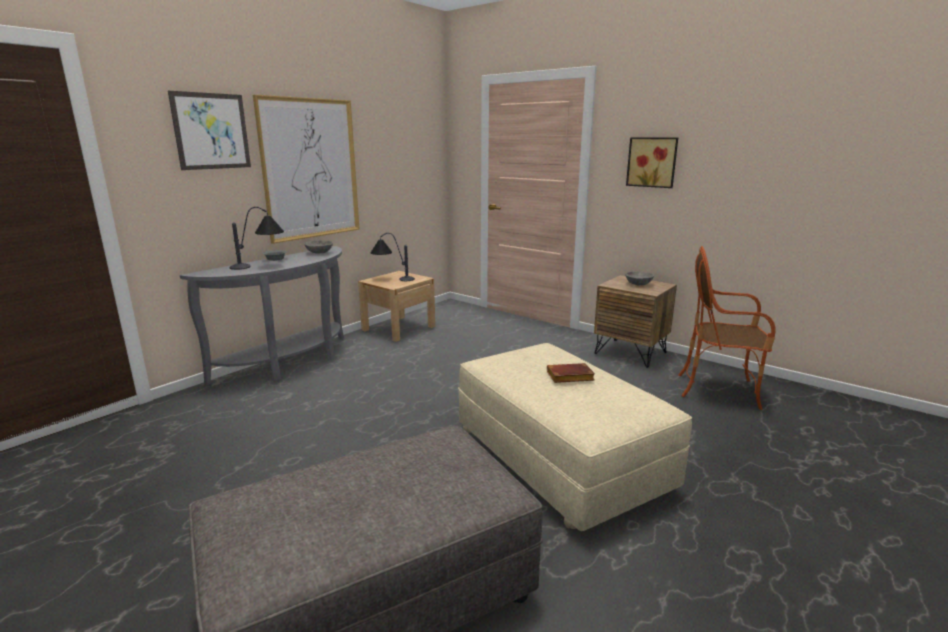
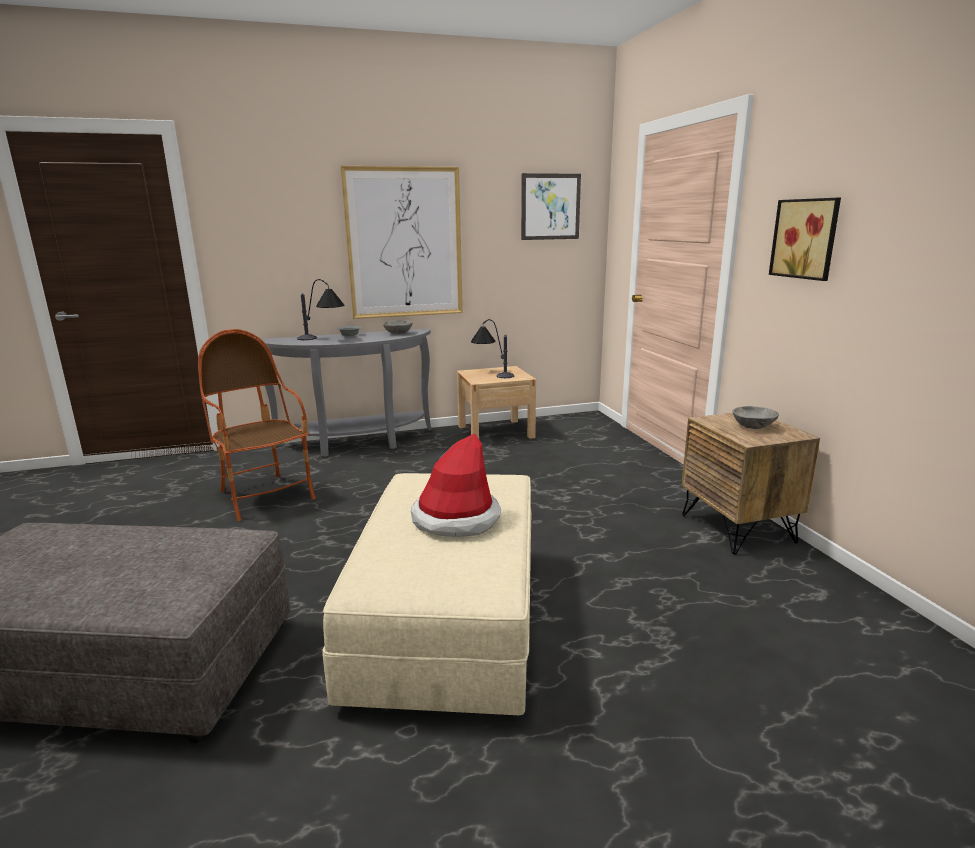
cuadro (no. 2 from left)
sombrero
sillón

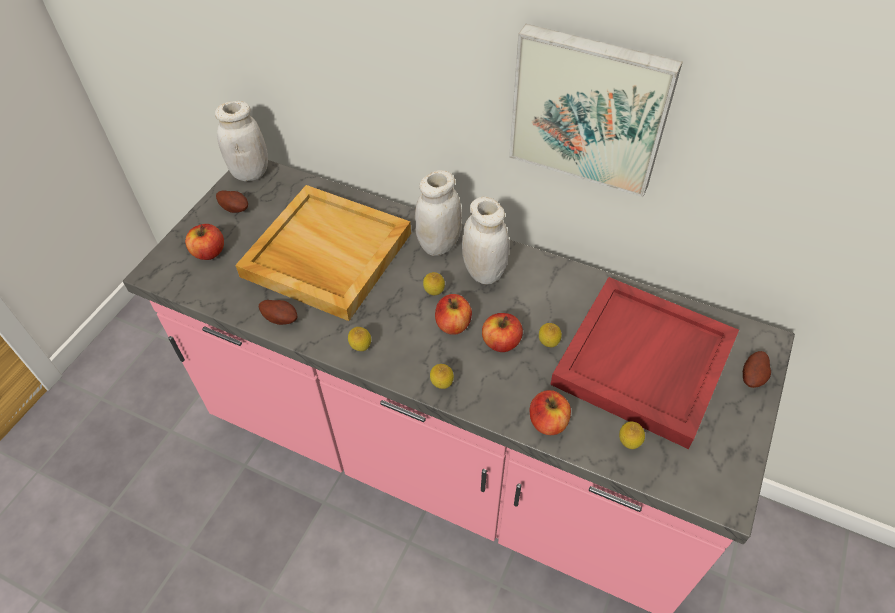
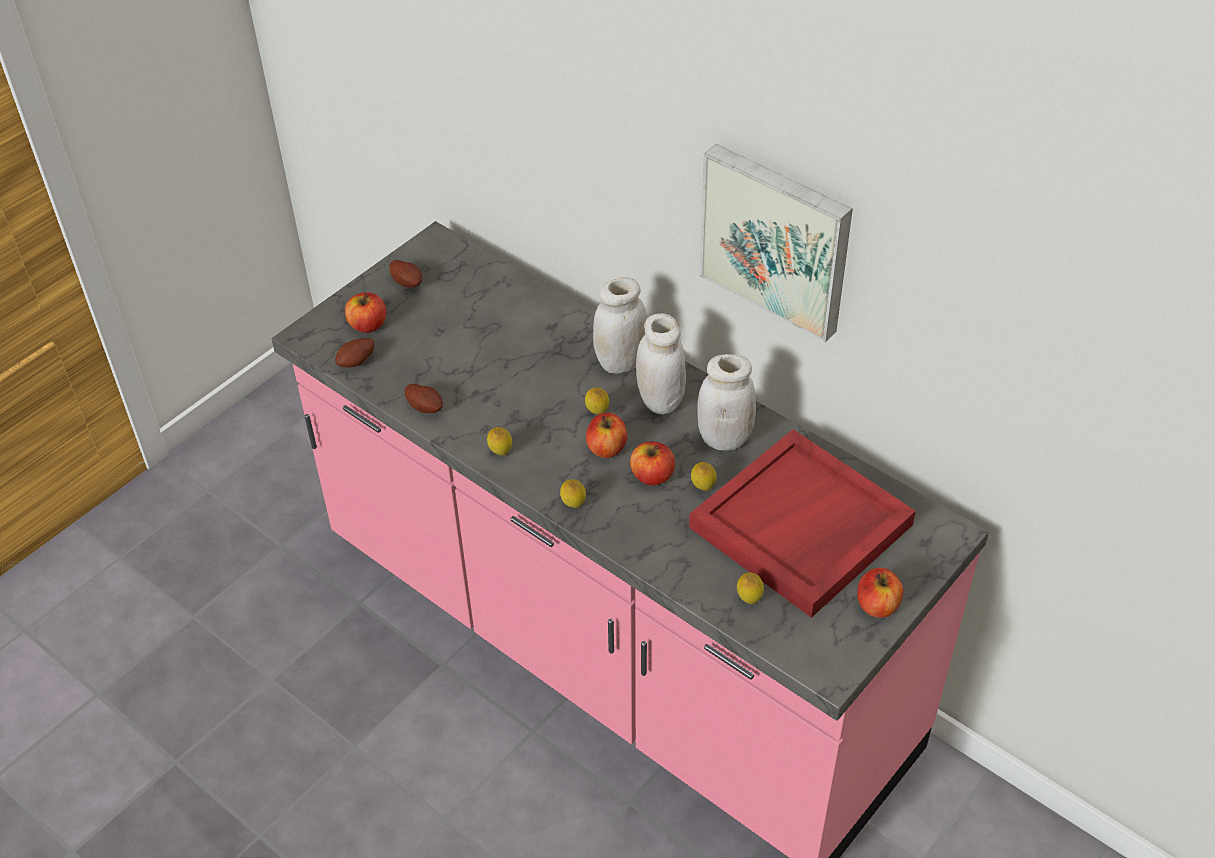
tarro (blanco) (no. 3 from left)
bandeja (beis)
manzana (no. 4 from left)
patata (no. 1 from left)

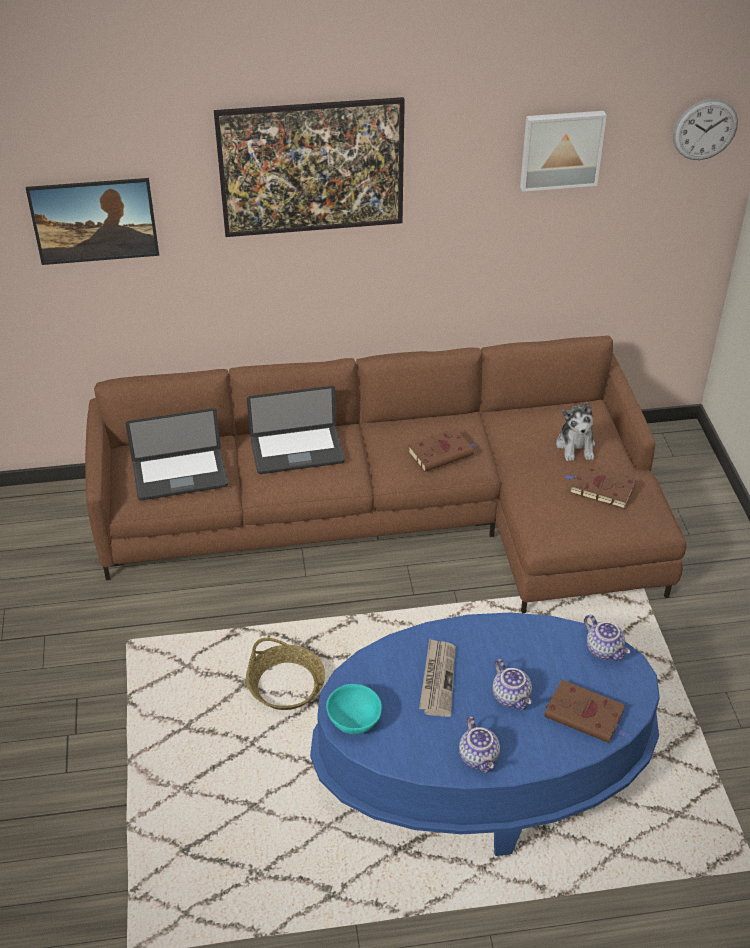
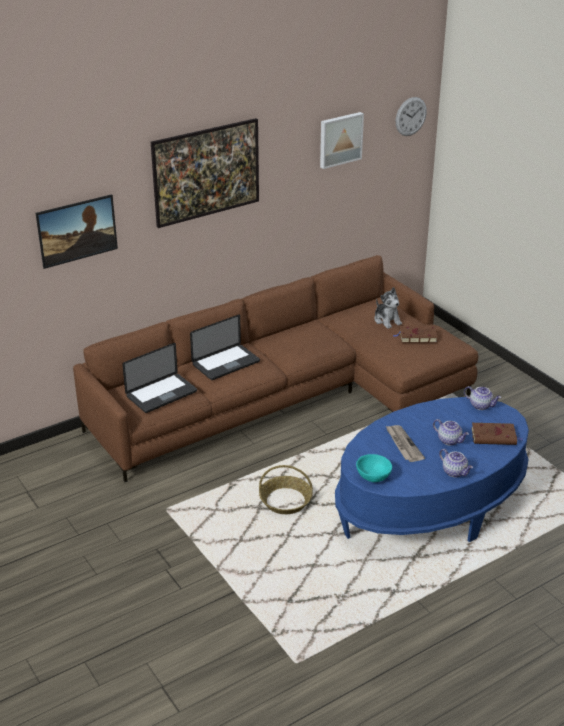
libro (marrón) (no. 1 from left in the first image)

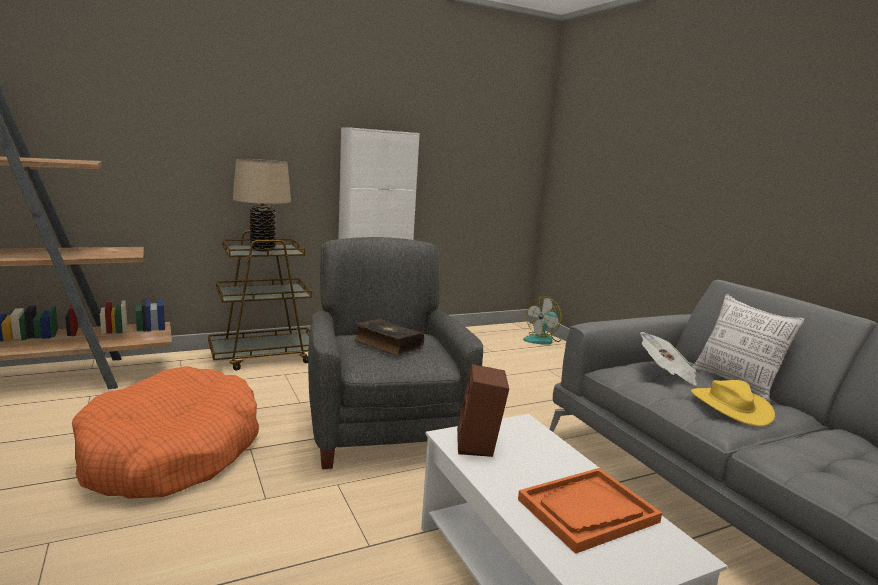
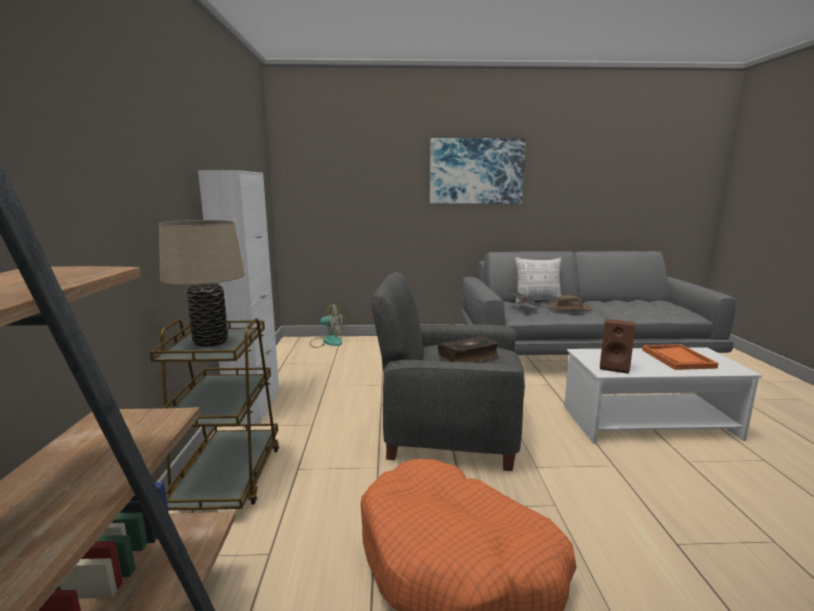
ventilador
sombrero (marrón)
cuadro

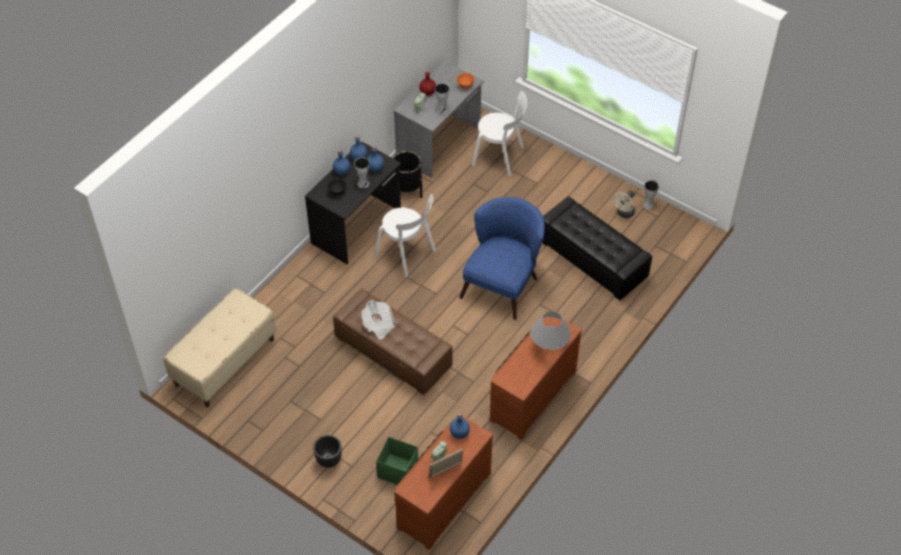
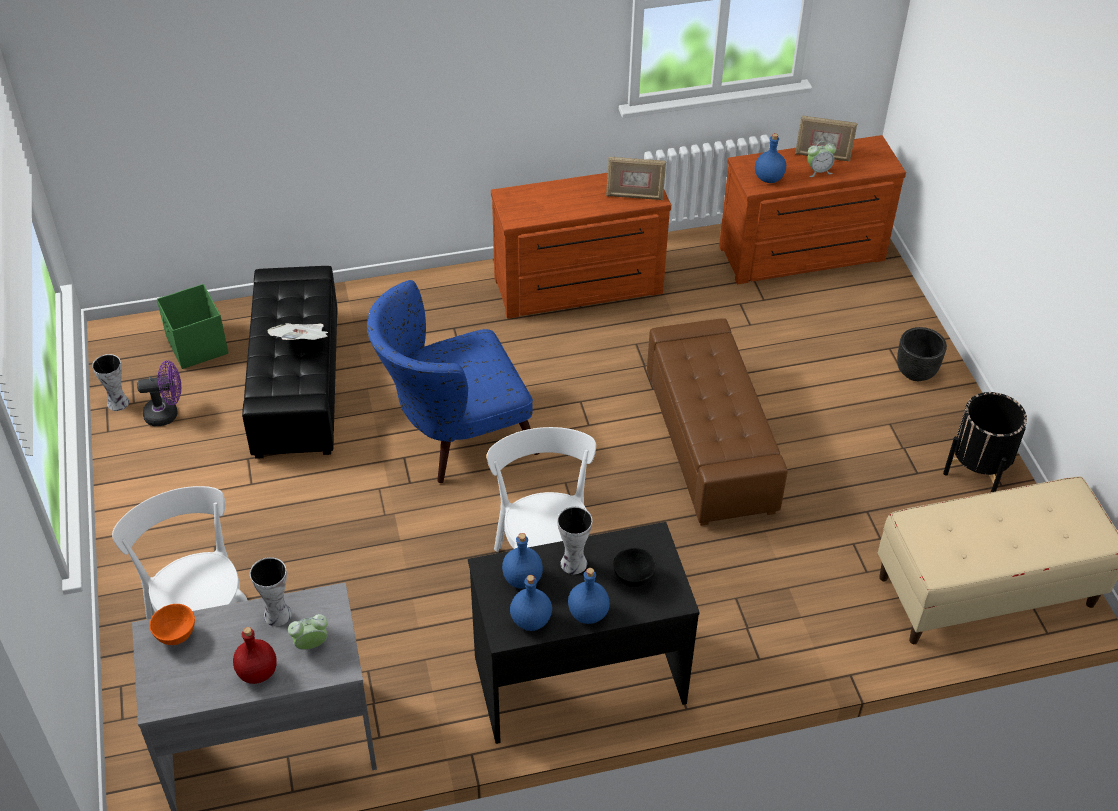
periódico
caja de almacenaje (verde)
maceta (negro) (no. 2 from left)
lámpara de mesa (gris)
ventilador (morado)
portarretratos (no. 1 from left)

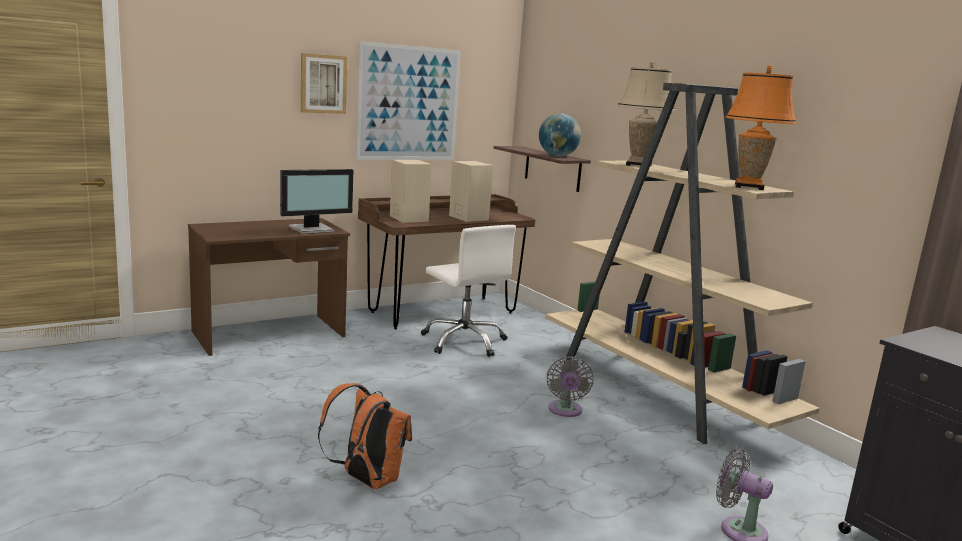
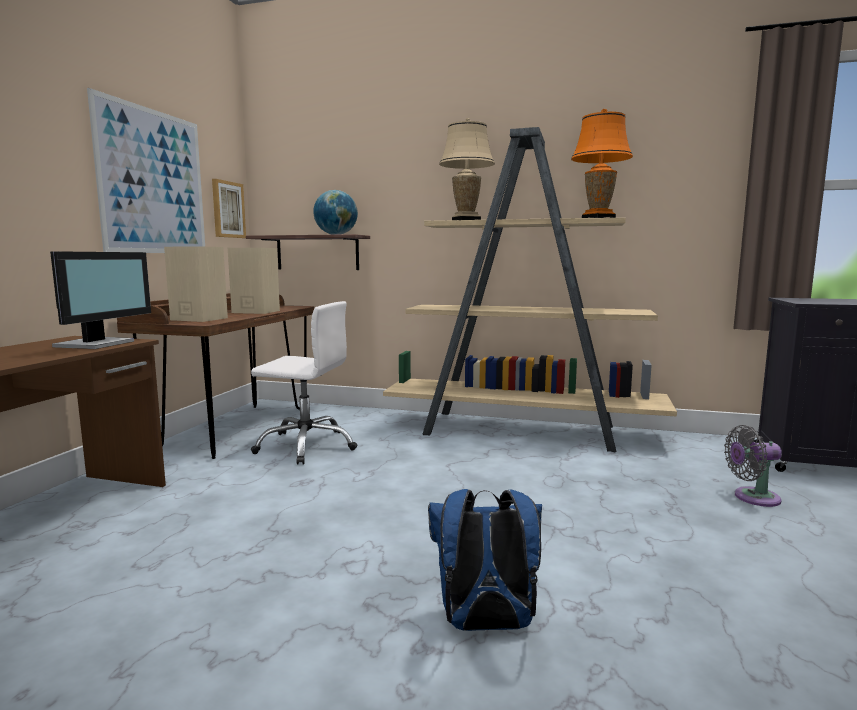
cuadro (no. 2 from left)
mochila (azul)
ventilador (gris) (no. 1 from left in the first image)

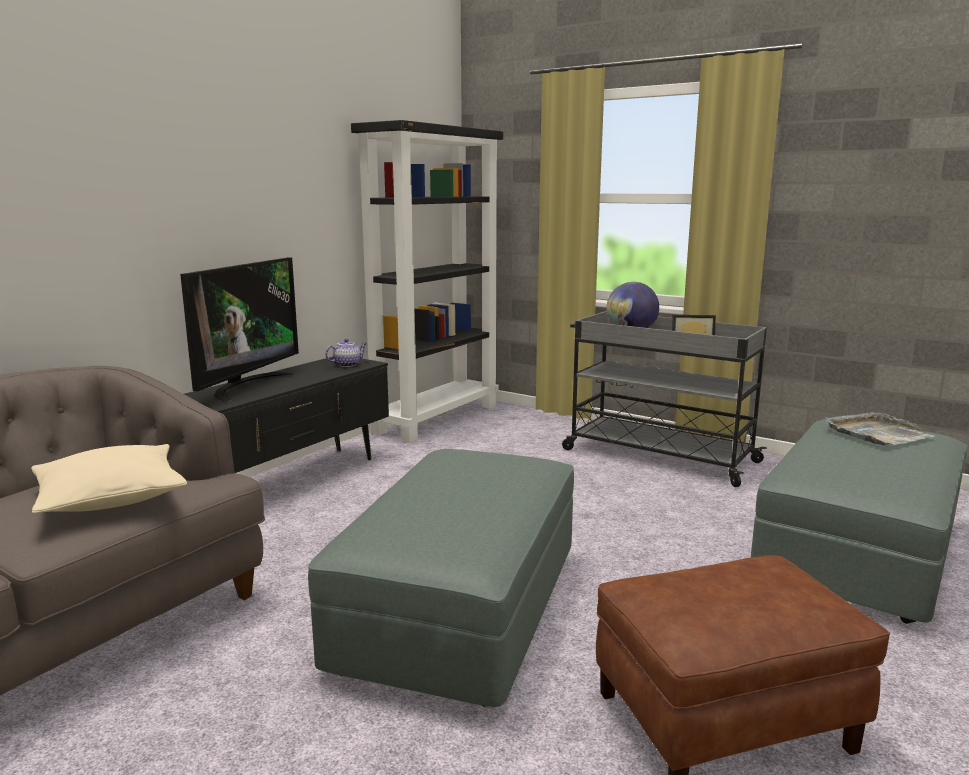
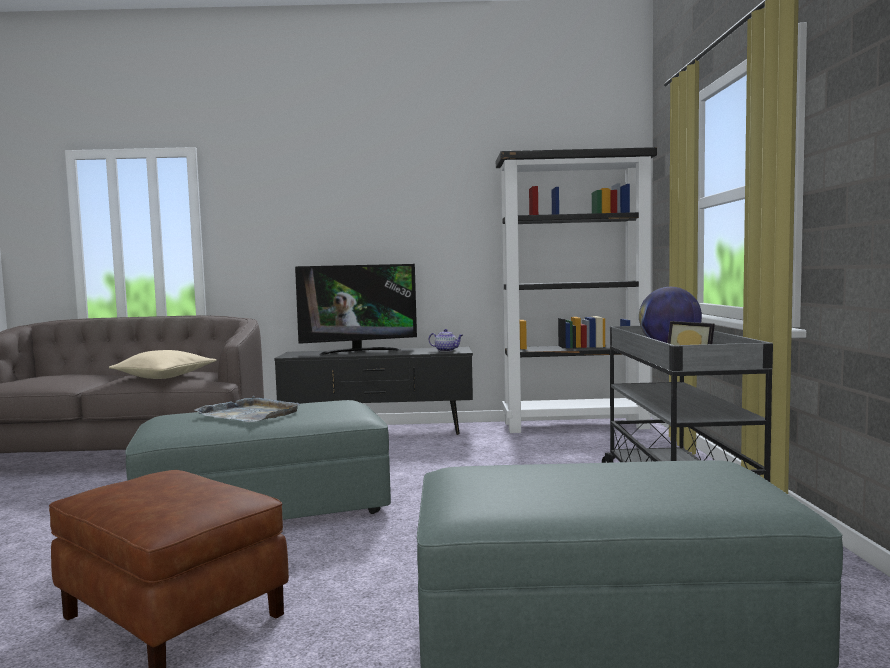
bandeja (gris)

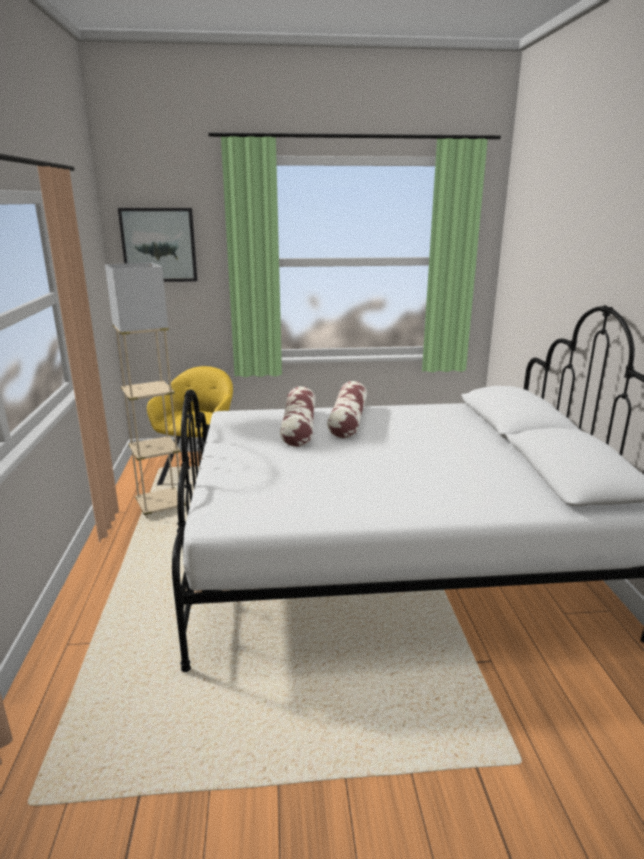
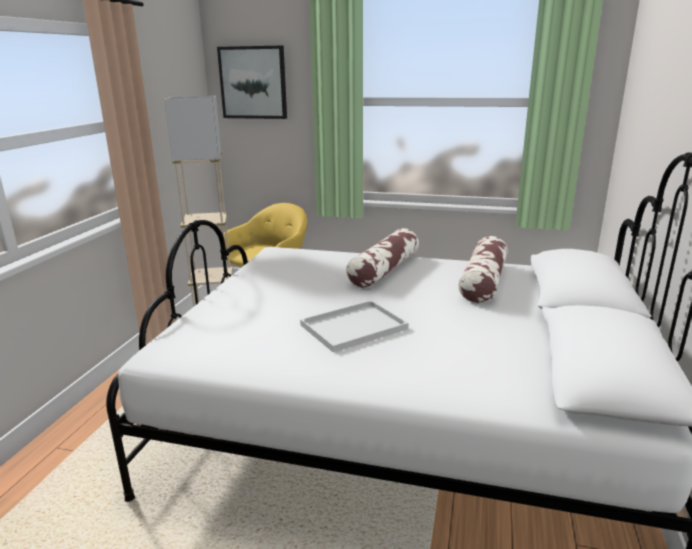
cojín (no. 2 from left)
bandeja (blanco)

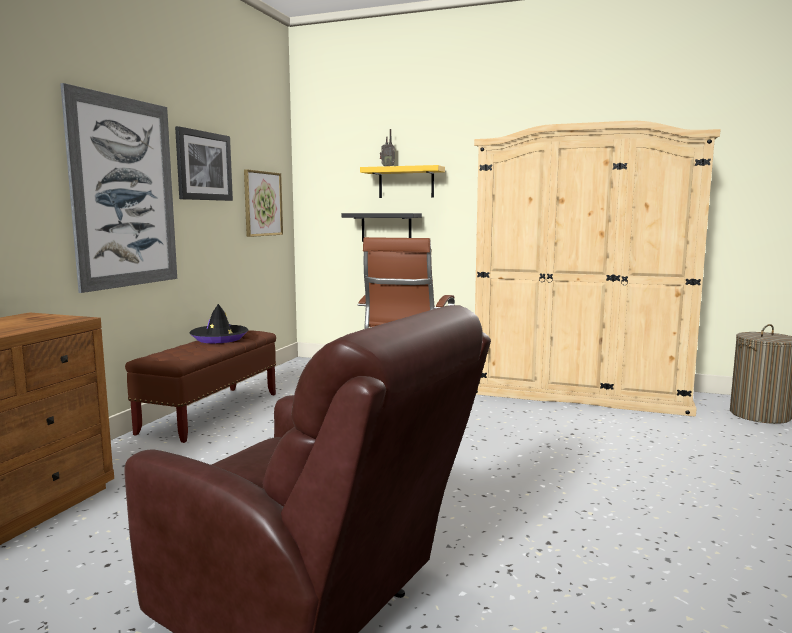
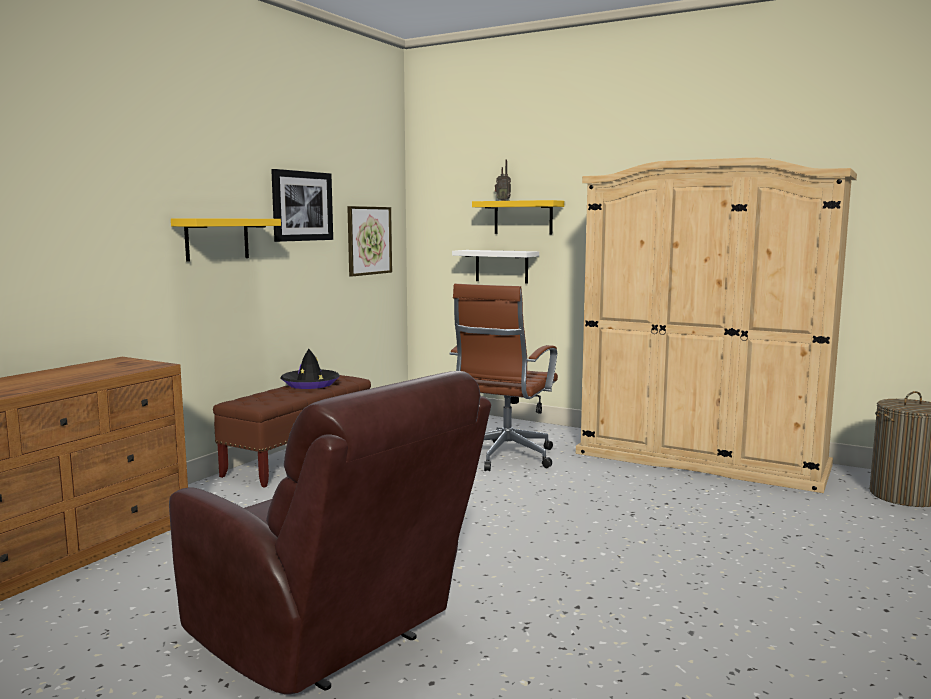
estante (amarillo) (no. 1 from left)
estante (blanco)

